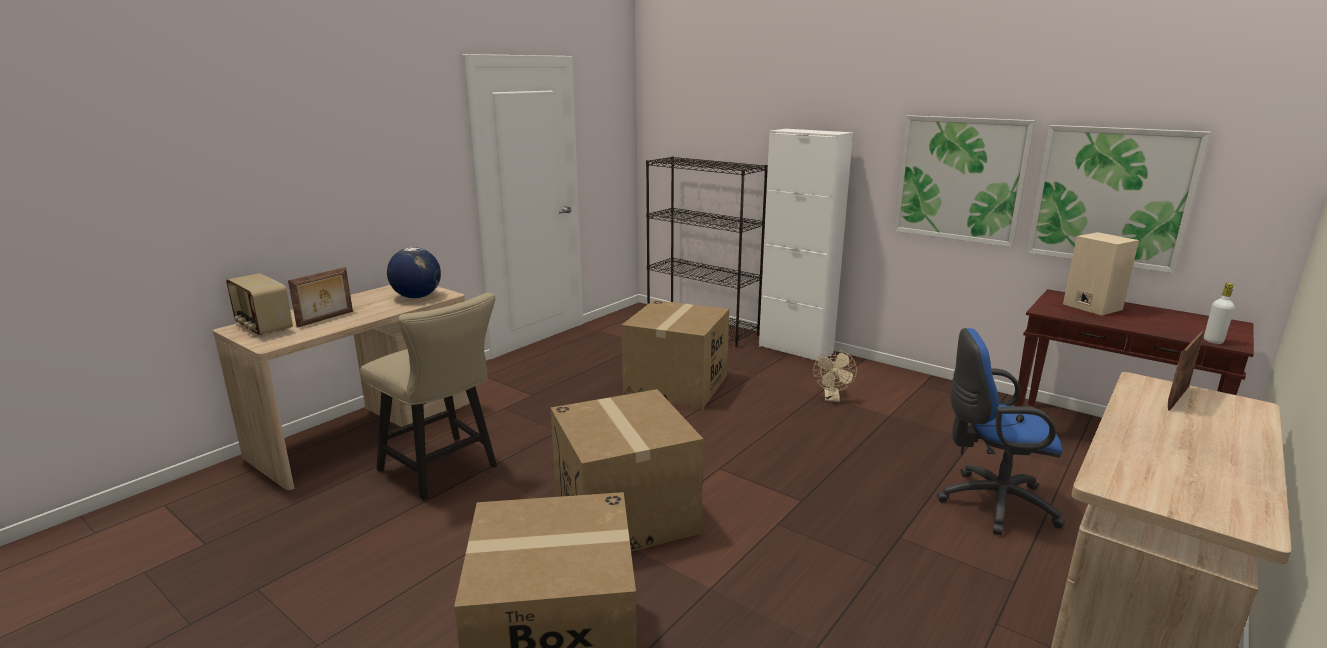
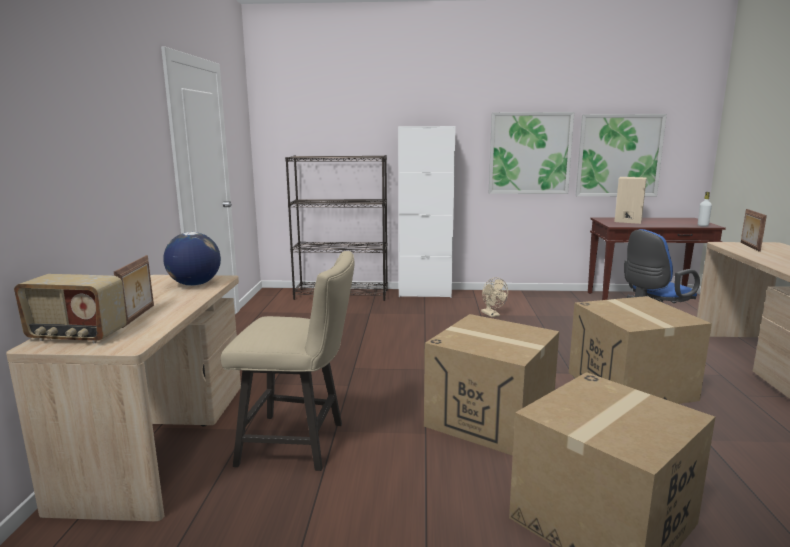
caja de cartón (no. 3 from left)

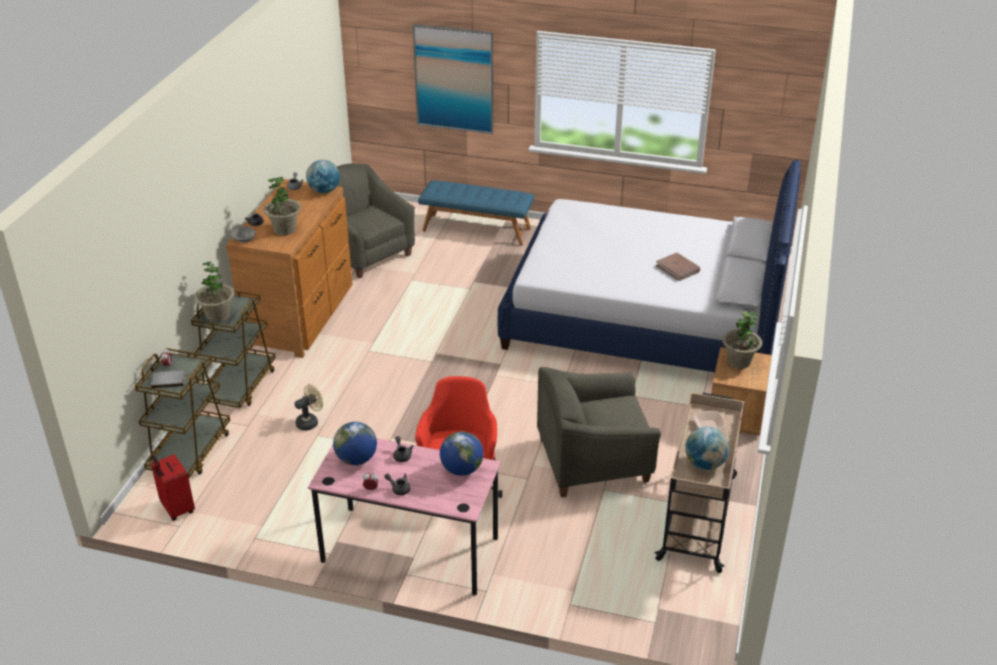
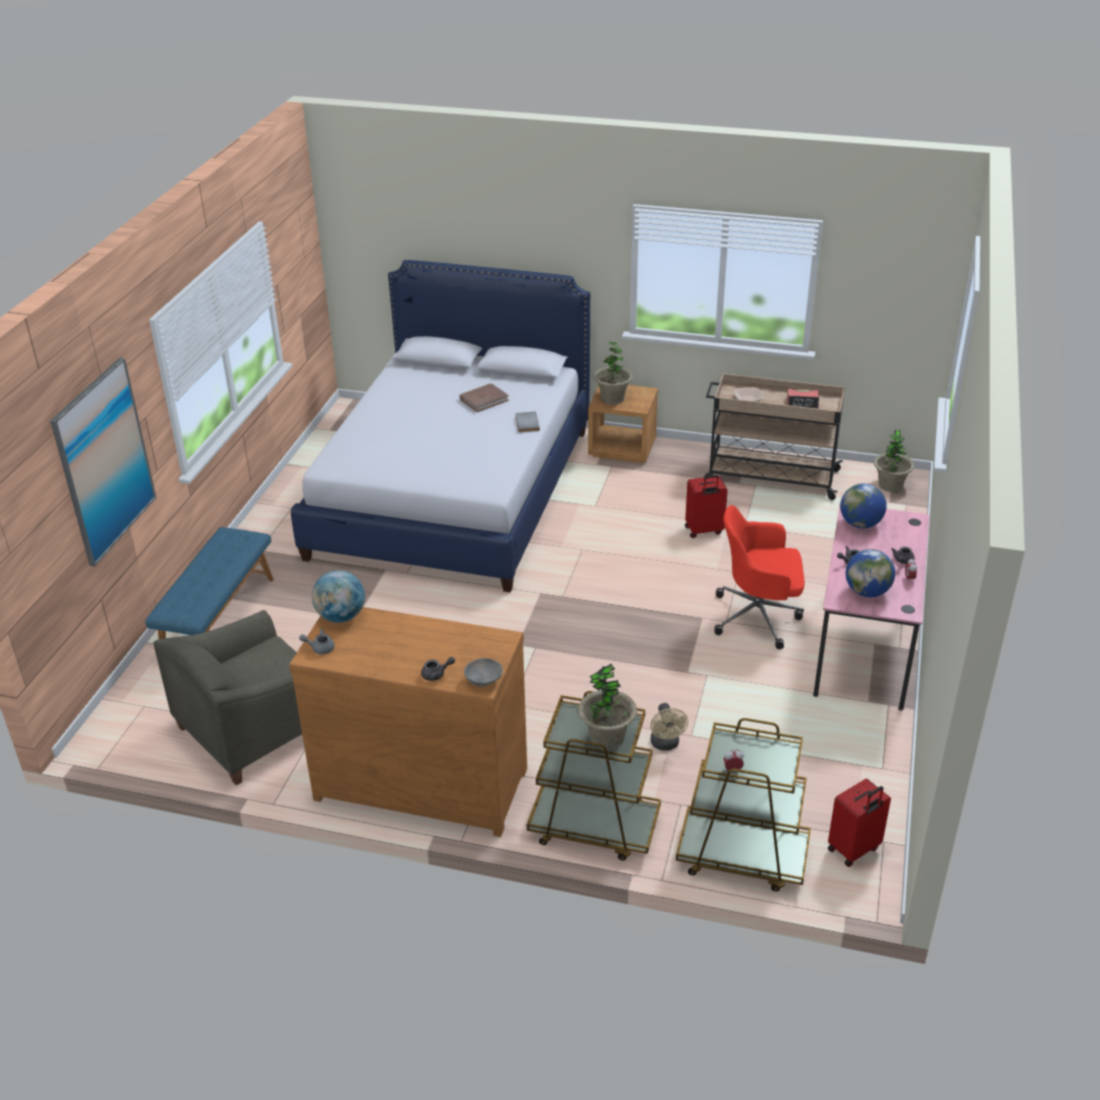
libro (gris)
planta en maceta (no. 3 from left)
ventilador (beis)
maleta (rojo) (no. 1 from left)
despertador (no. 2 from left)

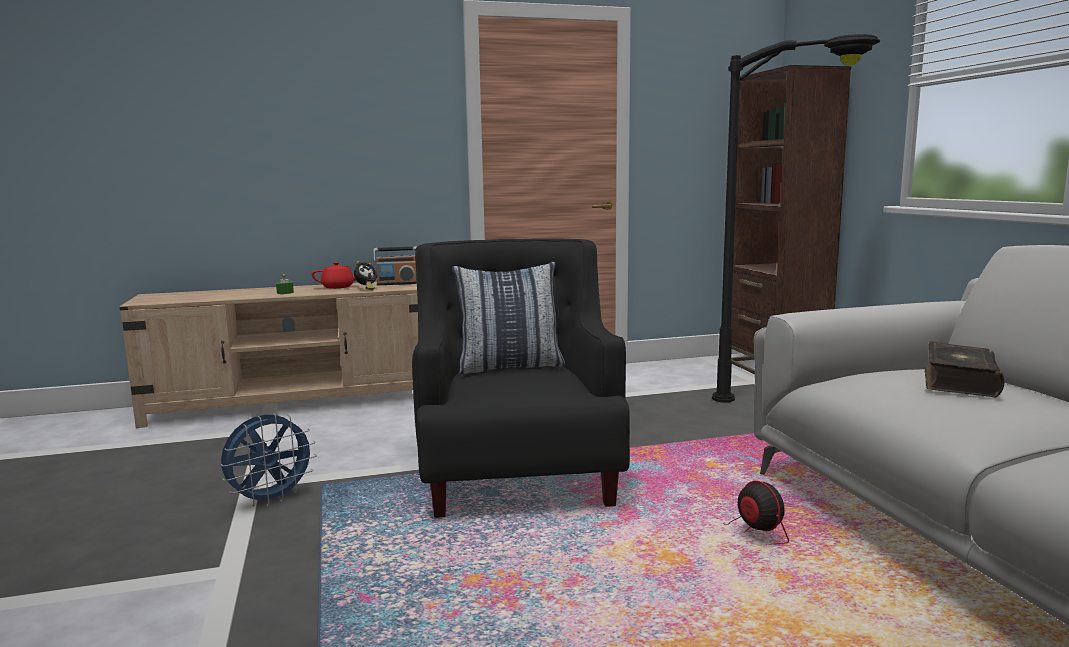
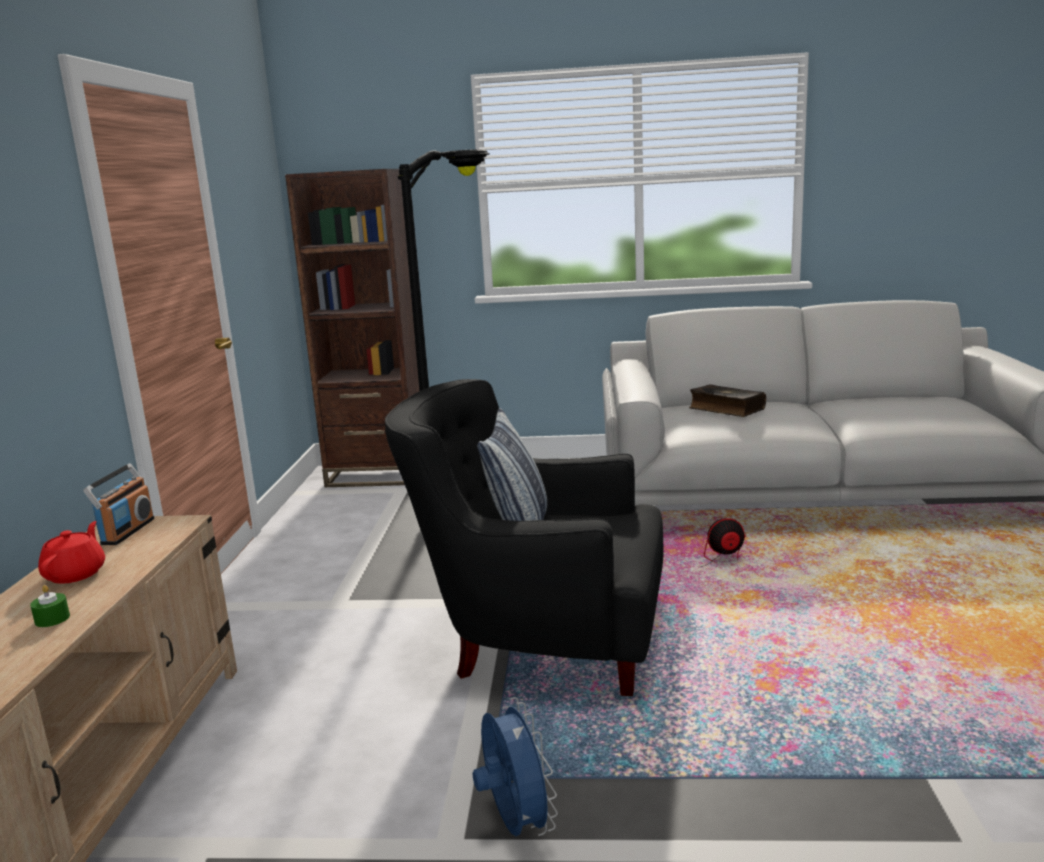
despertador

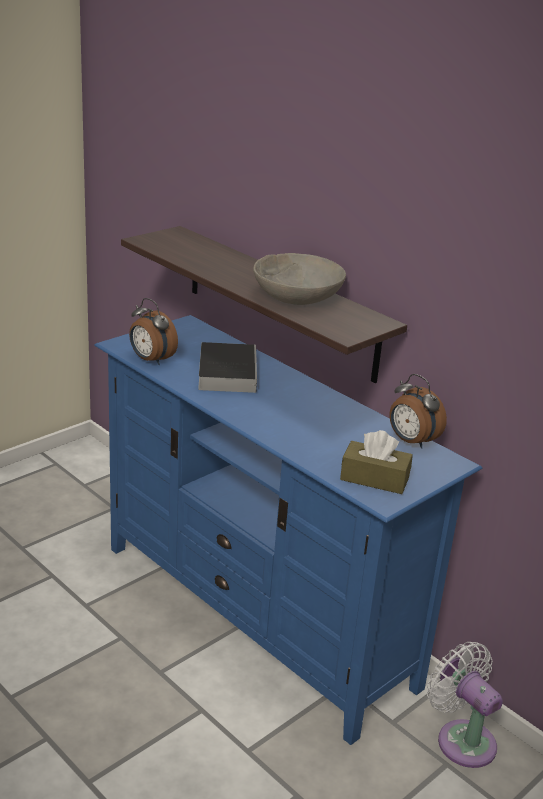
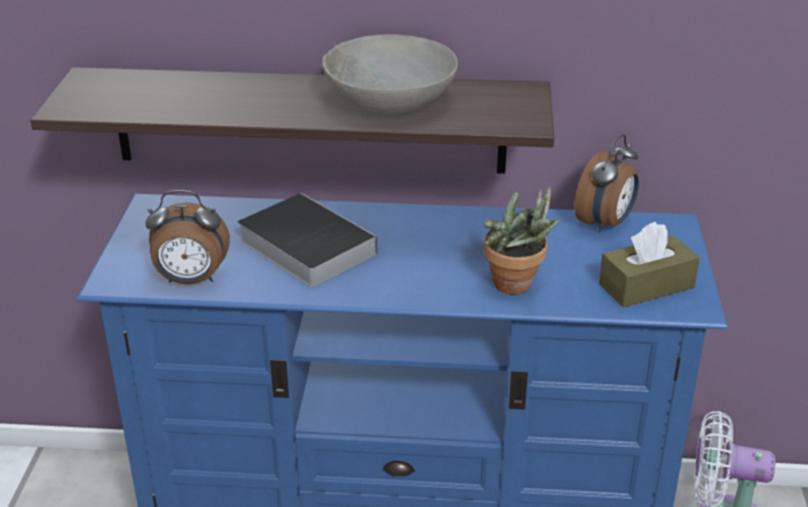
despertador (no. 2 from left)
planta en maceta

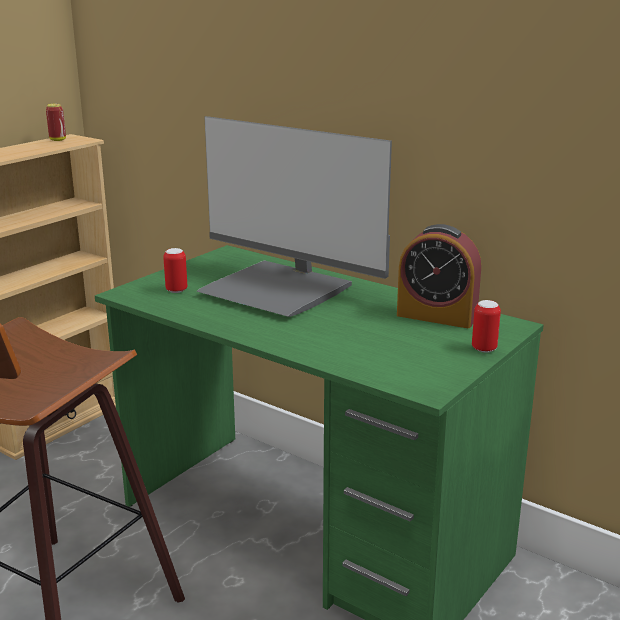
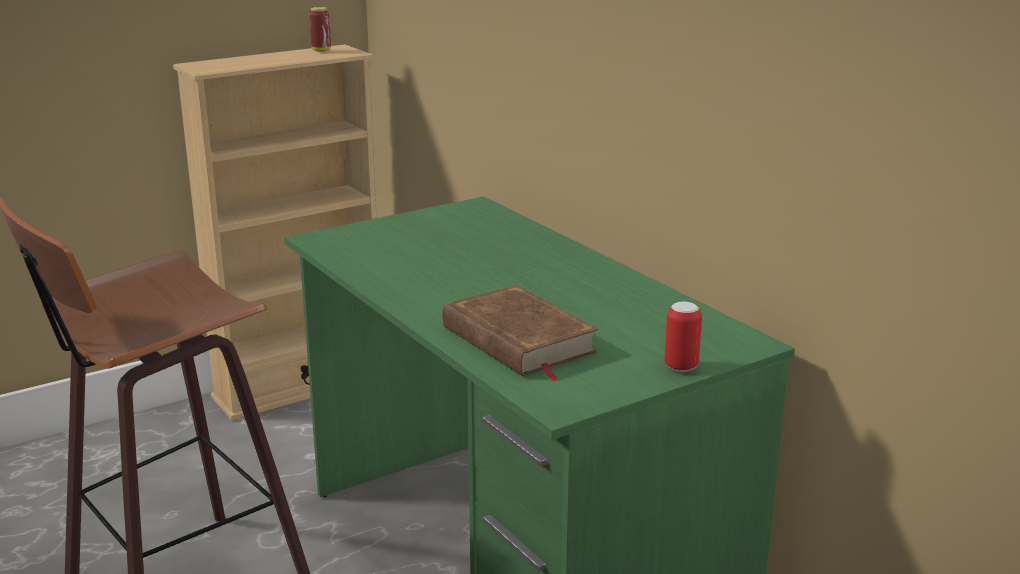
lata (no. 2 from left in the first image)
monitor
despertador
libro (marrón)

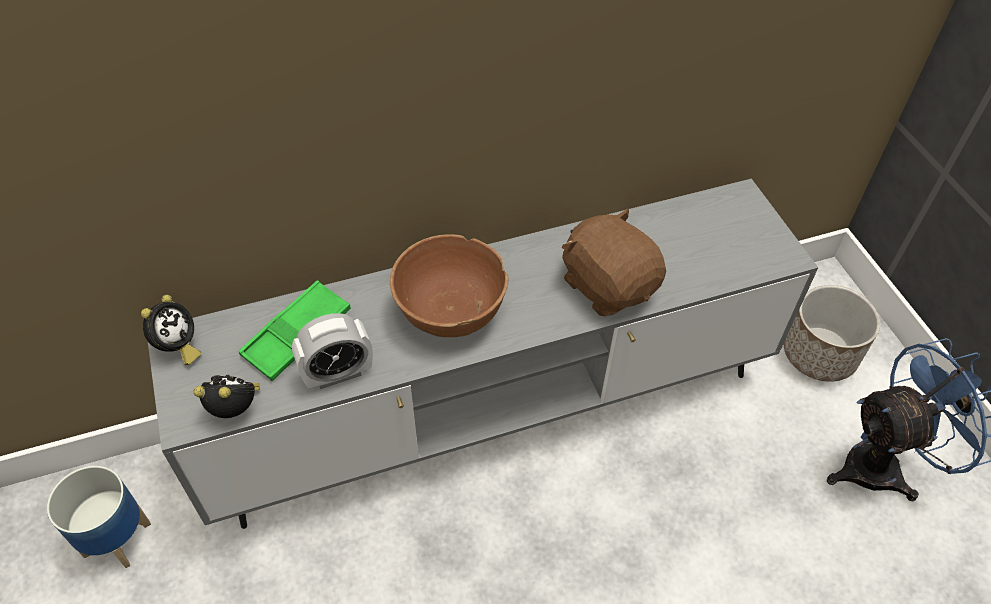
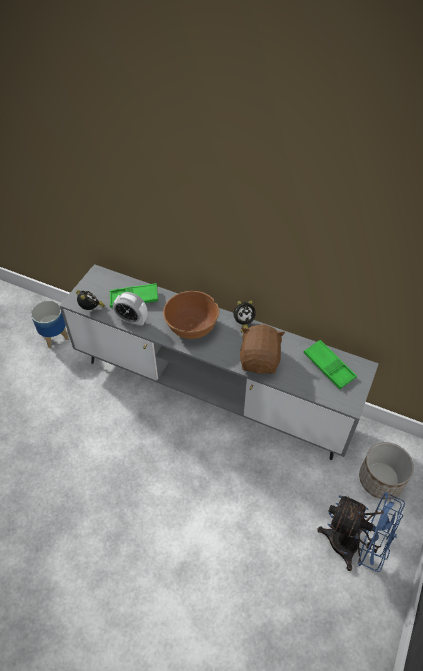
despertador (no. 3 from left)
bandeja (verde) (no. 2 from left)

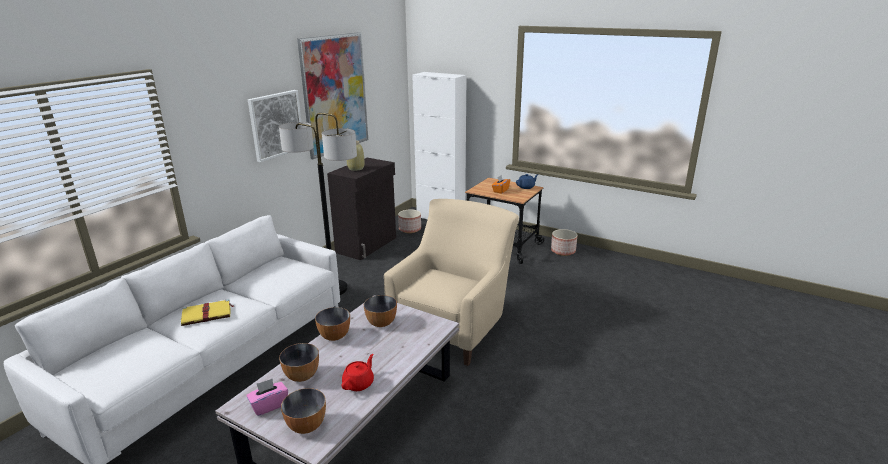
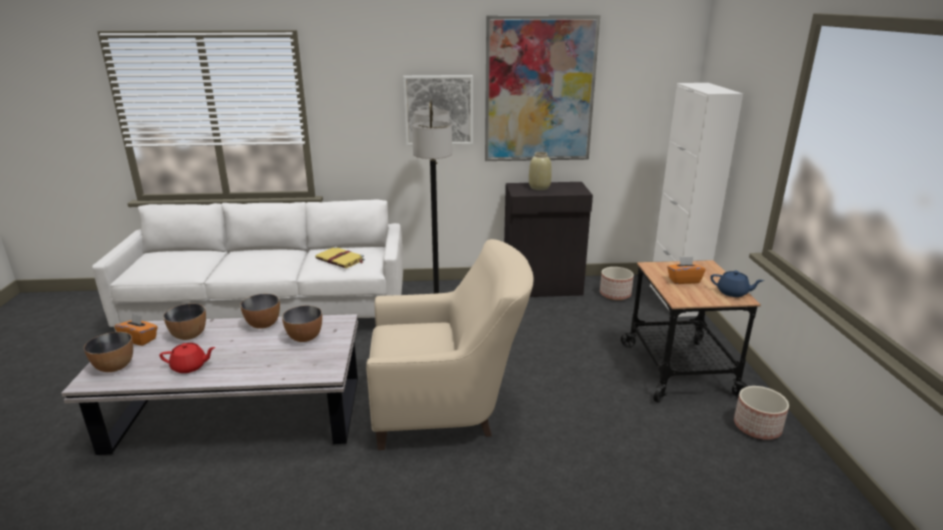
libro (amarillo)
caja de pañuelos (naranja) (no. 1 from left)

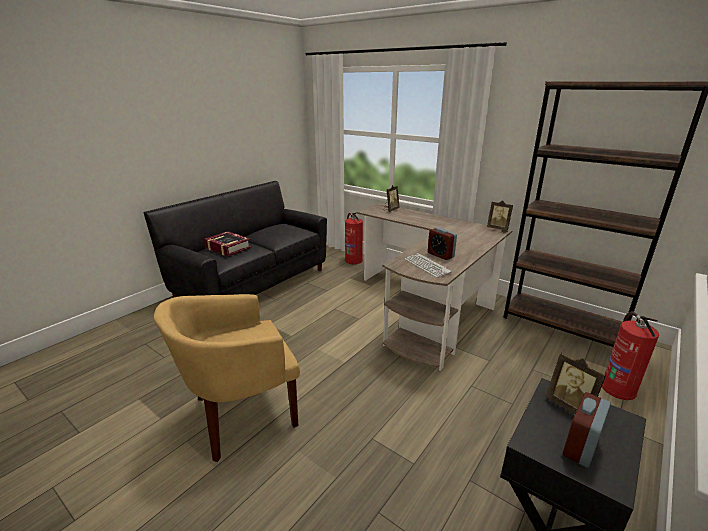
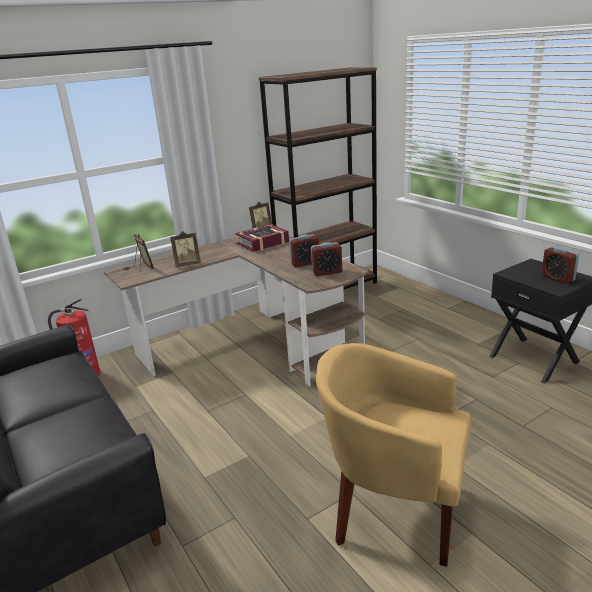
sillón (amarillo)
libro
despertador (no. 2 from left)
portarretratos (no. 2 from left)
extintor (no. 2 from left in the first image)

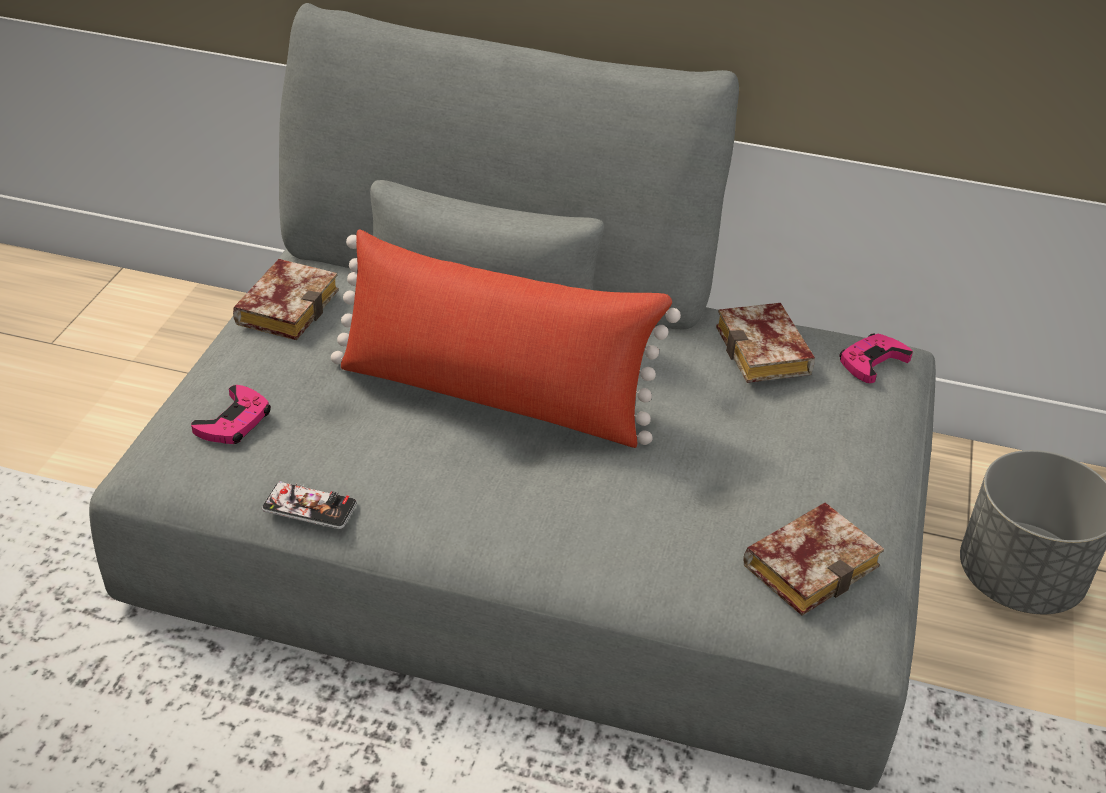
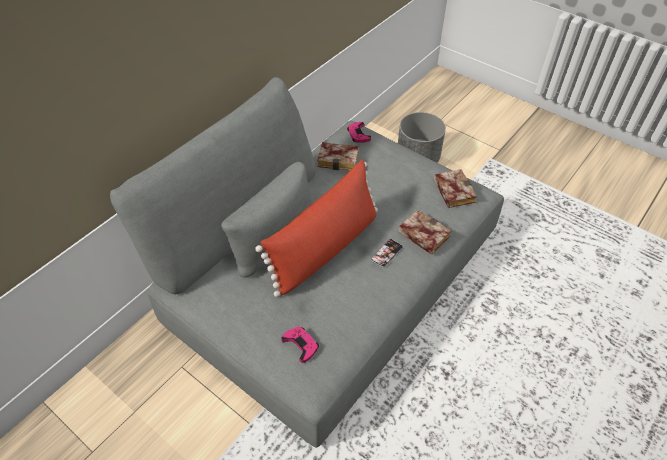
libro (no. 2 from left)
móvil

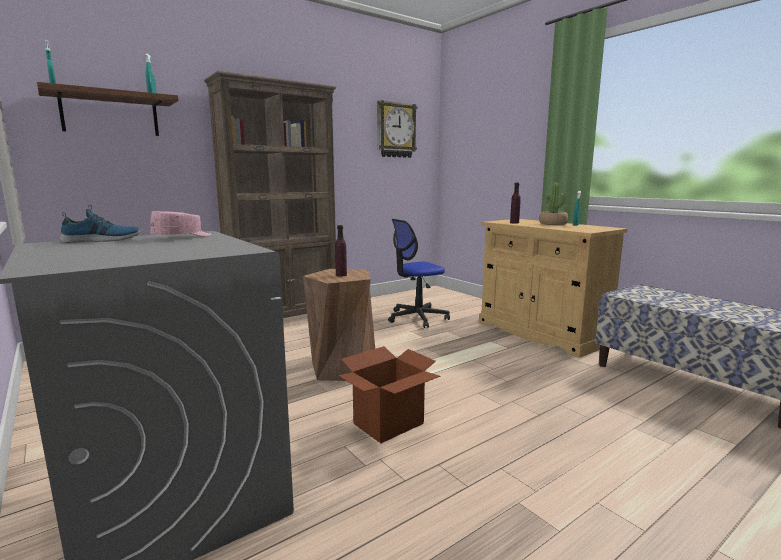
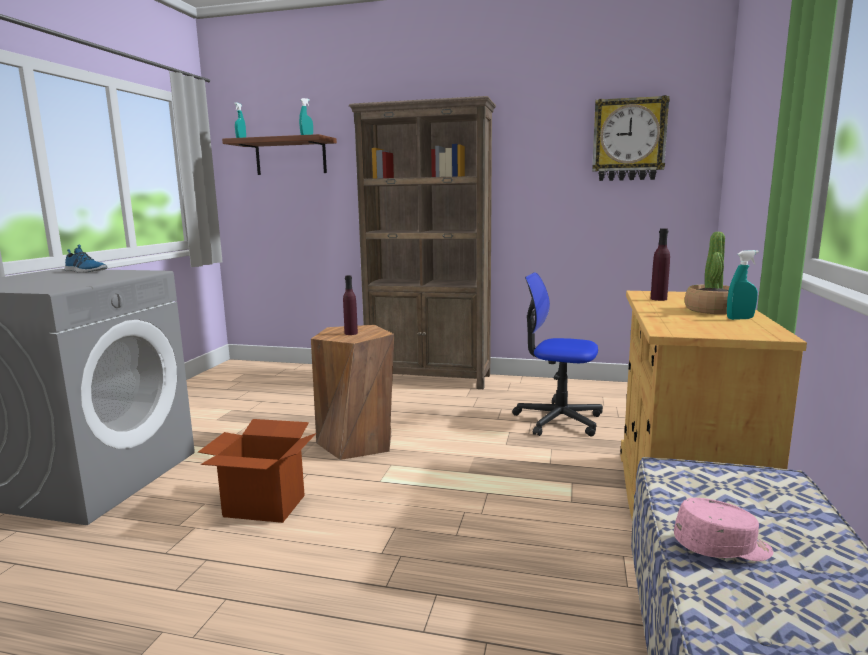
gorra (rosa)

